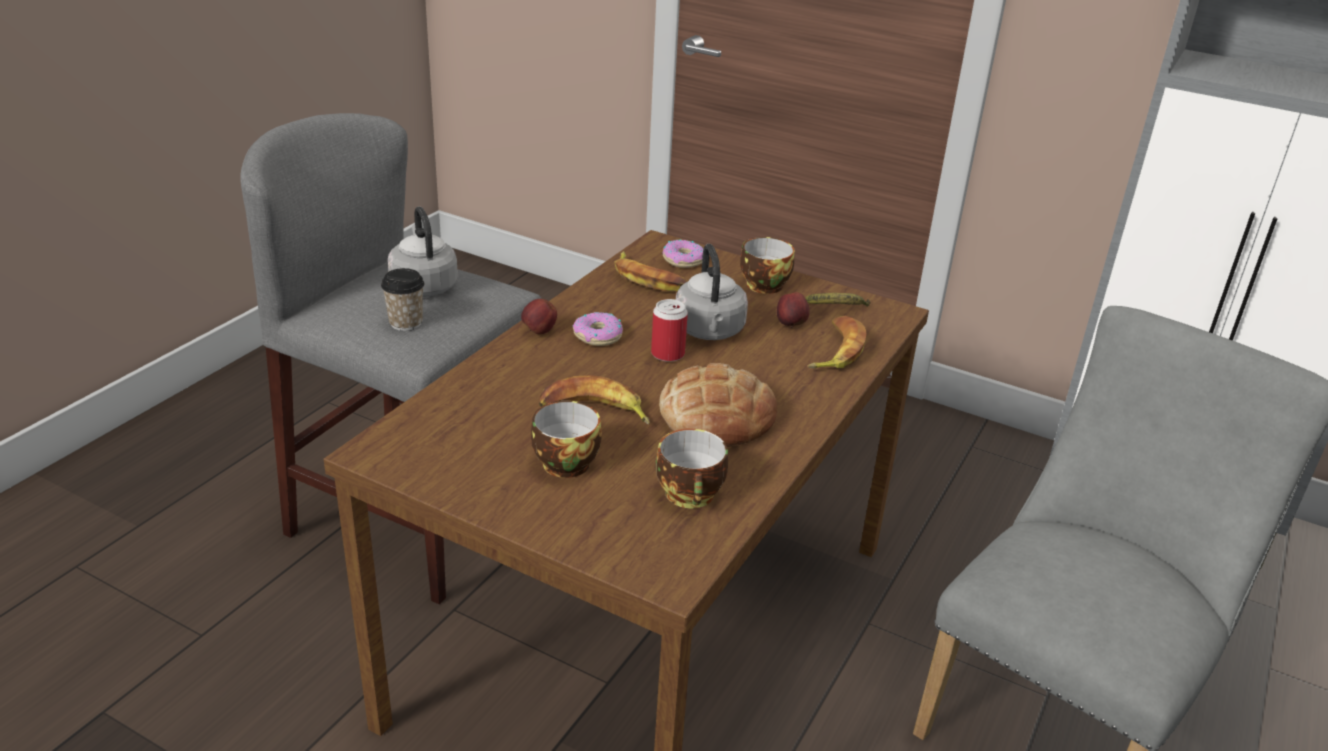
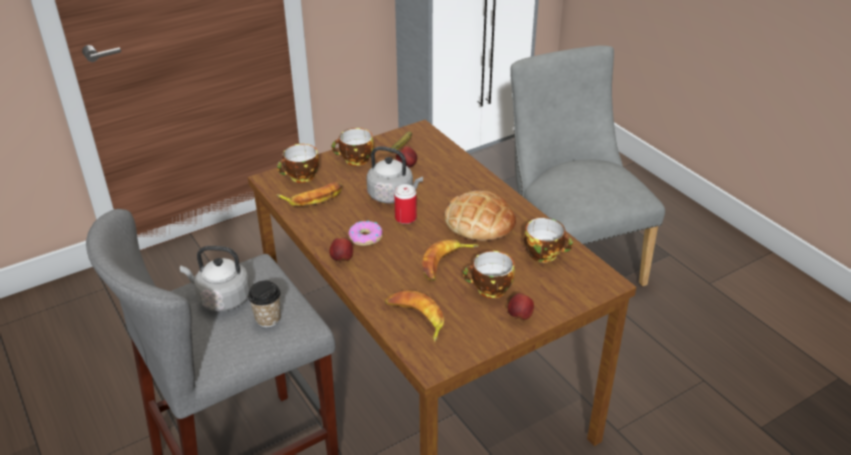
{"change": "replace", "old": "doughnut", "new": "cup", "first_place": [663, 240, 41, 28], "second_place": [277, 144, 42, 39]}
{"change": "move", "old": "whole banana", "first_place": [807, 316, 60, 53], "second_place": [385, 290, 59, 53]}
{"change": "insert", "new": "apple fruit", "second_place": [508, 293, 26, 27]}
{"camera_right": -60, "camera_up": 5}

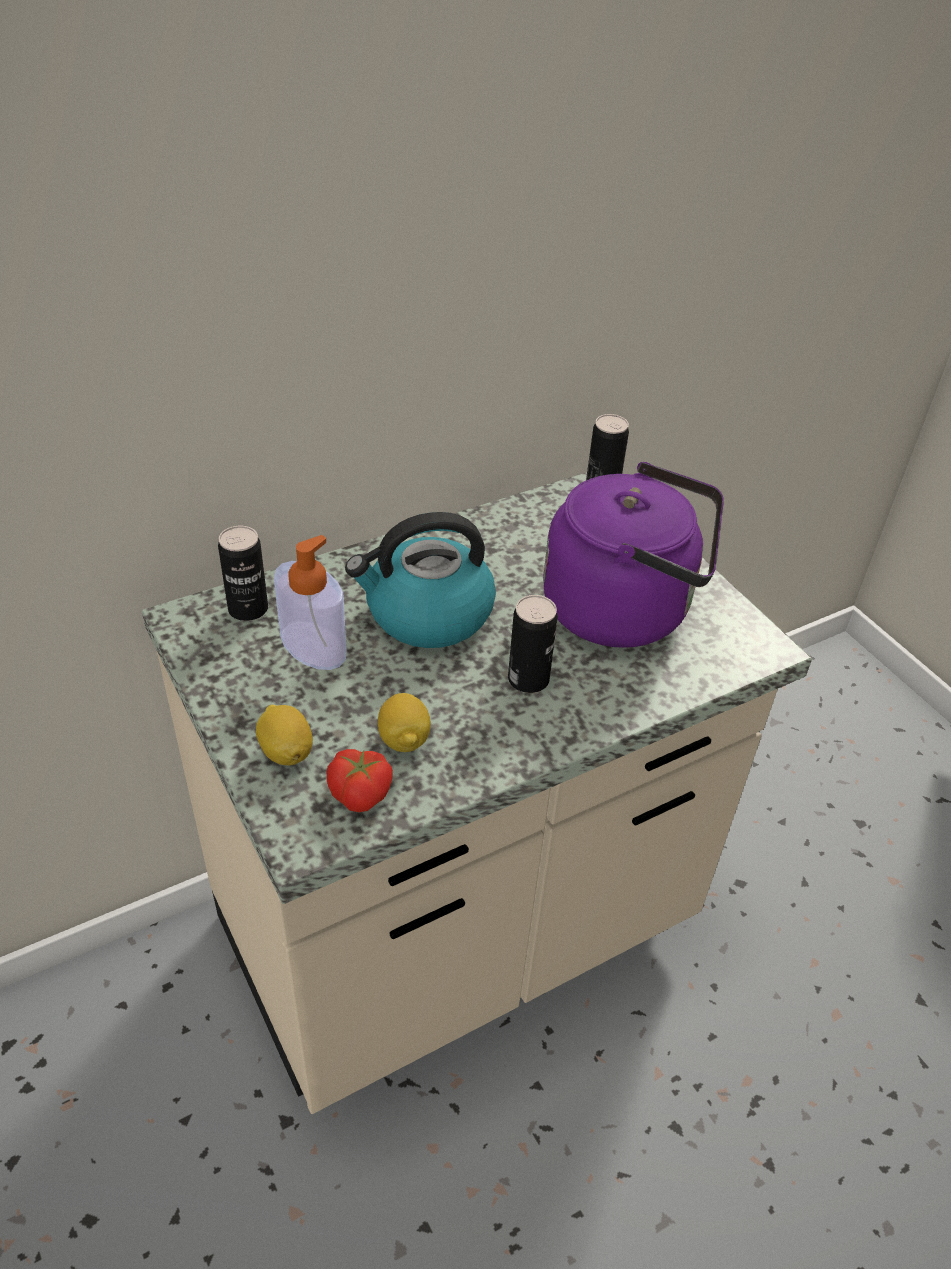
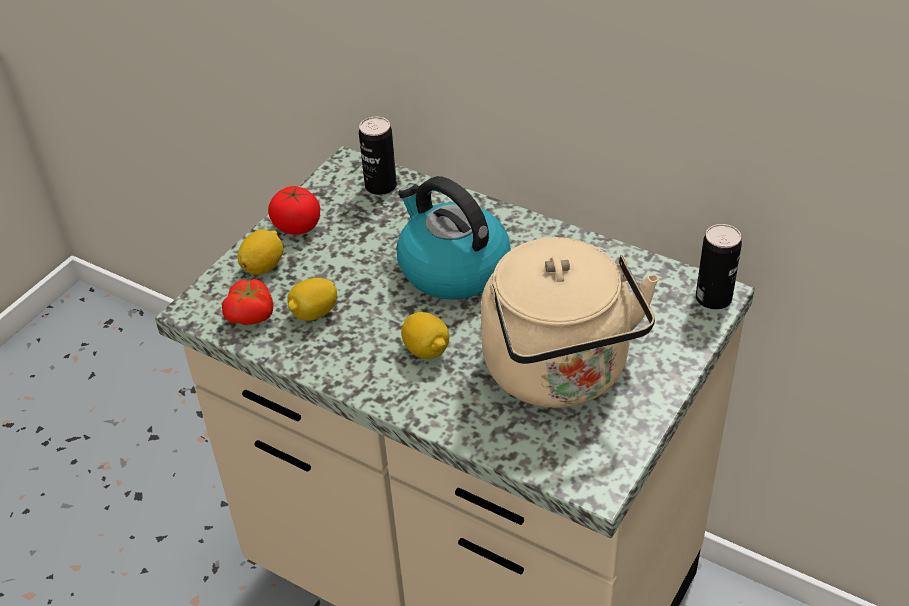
{"change": "recolor", "old": "water kettle (purple-coloured)", "new": "water kettle (sand-coloured)", "first_place": [543, 462, 181, 186], "second_place": [481, 237, 178, 171]}
{"change": "delete", "old": "liquid soap bottle", "first_place": [274, 535, 73, 135]}
{"change": "replace", "old": "can", "new": "citrus fruit", "first_place": [508, 595, 50, 98], "second_place": [401, 312, 48, 47]}
{"change": "insert", "new": "fresh tomato", "second_place": [268, 186, 52, 49]}
{"camera_right": 65, "camera_up": 0}

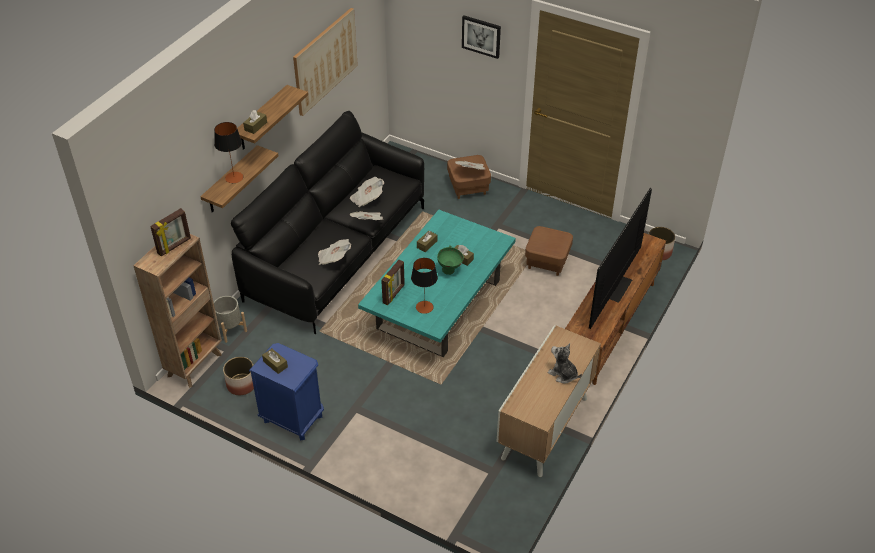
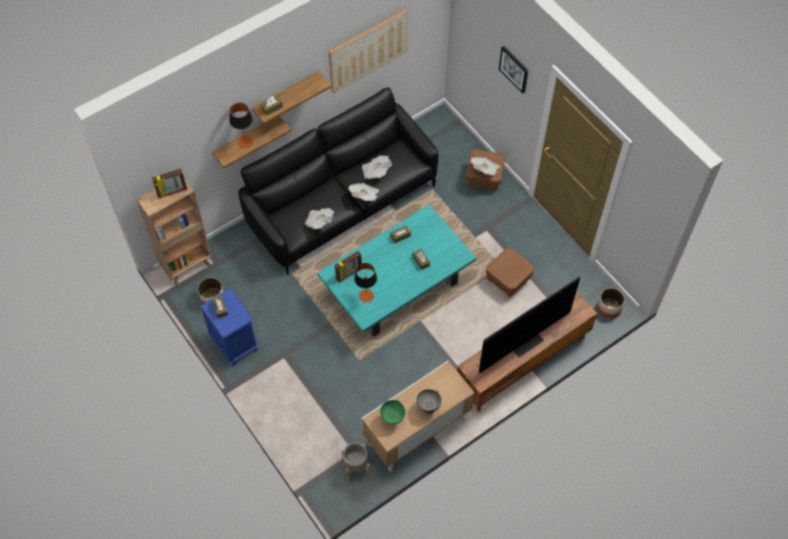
{"change": "move", "old": "deep dish (green)", "first_place": [437, 245, 27, 30], "second_place": [380, 400, 25, 25]}
{"change": "move", "old": "planter (gray)", "first_place": [213, 296, 34, 47], "second_place": [342, 443, 28, 36]}
{"change": "replace", "old": "plush toy", "new": "deep dish (gray)", "first_place": [548, 343, 34, 41], "second_place": [416, 389, 26, 25]}
{"camera_right": 25, "camera_up": 15}

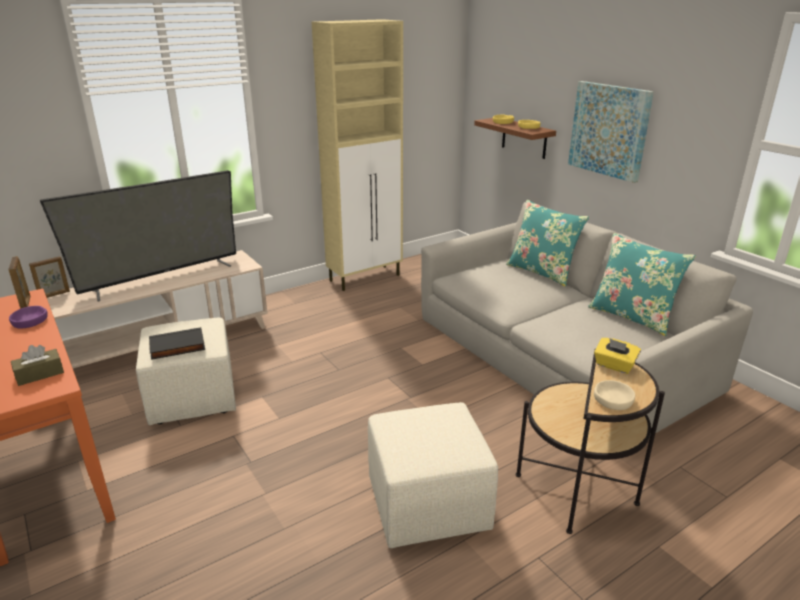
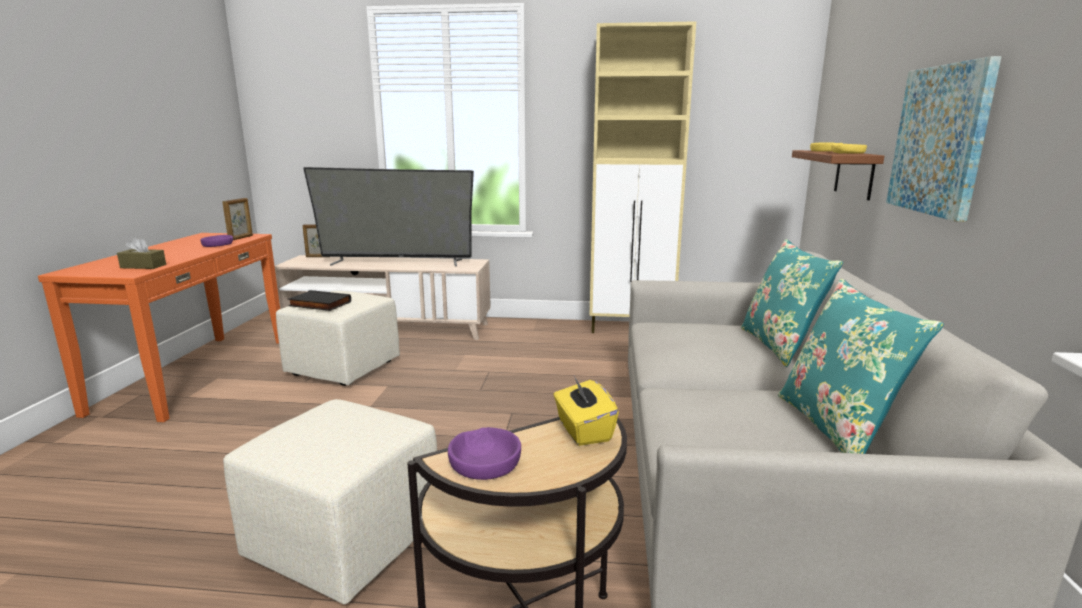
{"change": "recolor", "old": "deep dish (sand-coloured)", "new": "deep dish (purple-coloured)", "first_place": [594, 380, 41, 30], "second_place": [448, 427, 73, 53]}
{"camera_right": 40, "camera_up": -10}

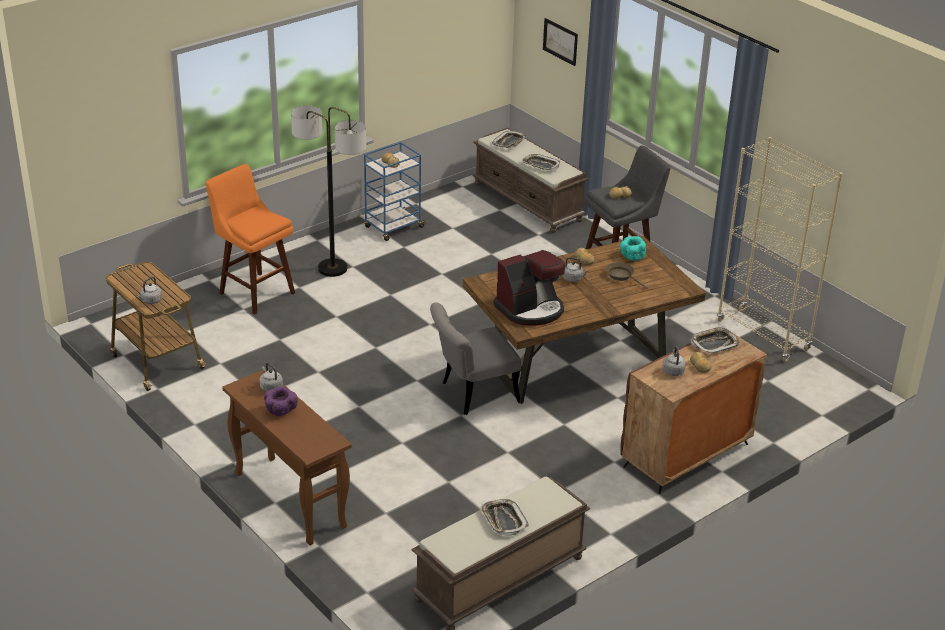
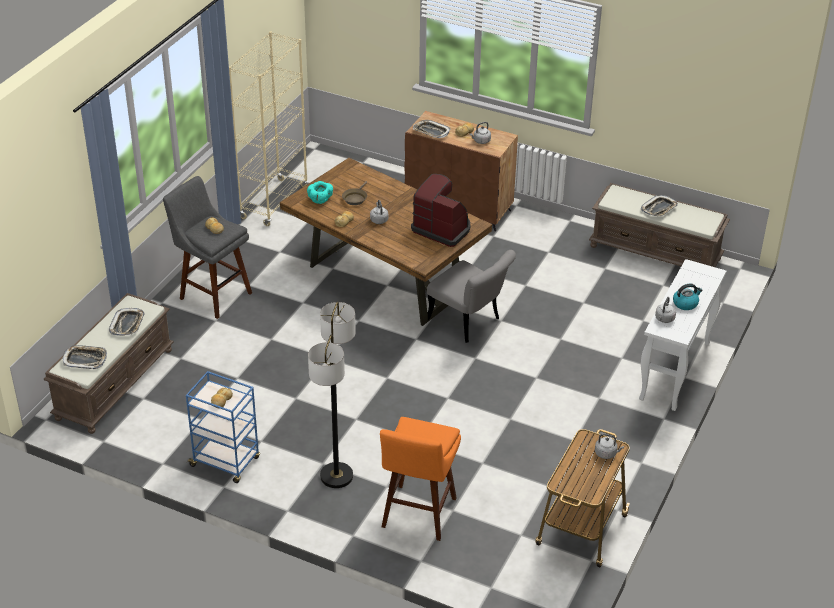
{"change": "delete", "old": "wall art", "first_place": [543, 18, 35, 48]}
{"change": "recolor", "old": "hall table (brown-coloured)", "new": "hall table (white)", "first_place": [222, 369, 130, 176], "second_place": [639, 259, 87, 152]}
{"change": "replace", "old": "deep dish (purple-coloured)", "new": "water kettle", "first_place": [264, 387, 34, 29], "second_place": [673, 284, 30, 26]}
{"camera_right": -115, "camera_up": 5}

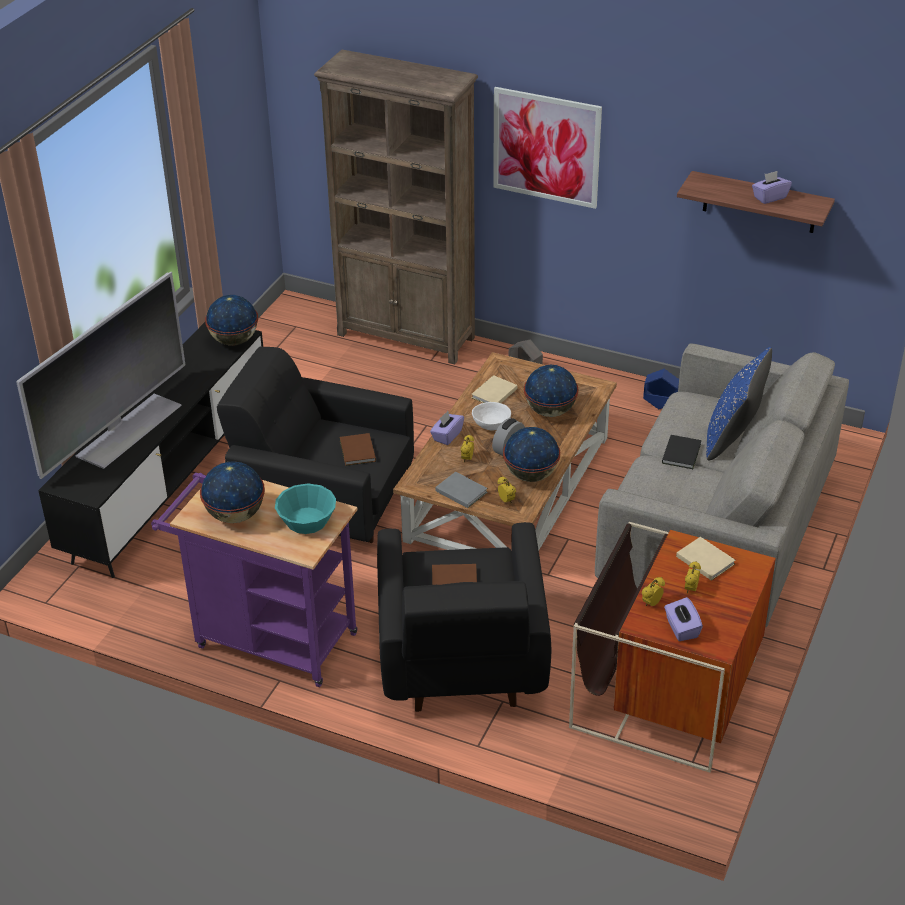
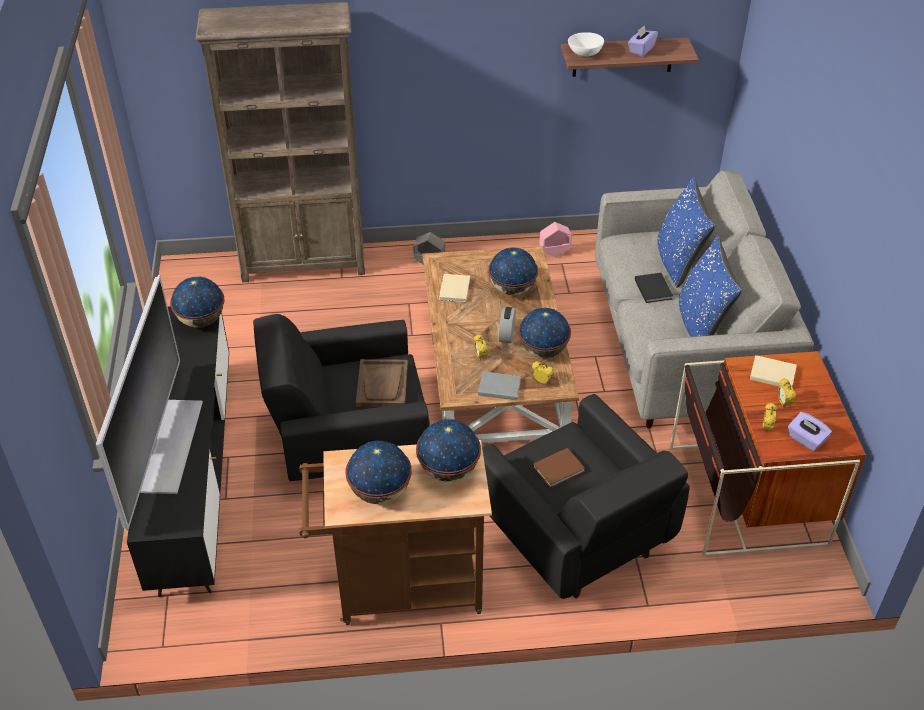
{"change": "delete", "old": "wall art", "first_place": [493, 87, 109, 122]}
{"change": "recolor", "old": "planter (blue-coloured)", "new": "planter (pink)", "first_place": [643, 369, 36, 41], "second_place": [539, 222, 33, 36]}
{"change": "move", "old": "deep dish (white)", "first_place": [472, 402, 39, 28], "second_place": [568, 32, 36, 24]}
{"change": "delete", "old": "tissue holder (purple-coloured)", "first_place": [430, 411, 34, 34]}
{"change": "replace", "old": "bound book (brown-coloured)", "new": "serving tray (brown-coloured)", "first_place": [340, 433, 36, 33], "second_place": [356, 359, 52, 48]}
{"change": "recolor", "old": "trolley (purple-coloured)", "new": "trolley (brown-coloured)", "first_place": [151, 473, 207, 214], "second_place": [299, 440, 193, 185]}
{"change": "replace", "old": "deep dish (blue-green)", "new": "desk globe", "first_place": [275, 483, 61, 51], "second_place": [416, 419, 65, 63]}
{"change": "insert", "new": "throw pillow (blue-coloured)", "second_place": [679, 235, 63, 102]}
{"camera_right": -30, "camera_up": 5}

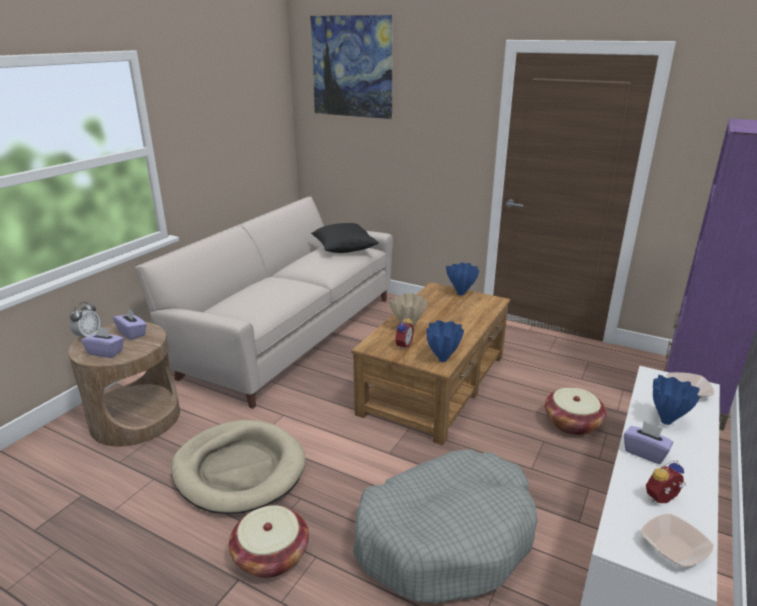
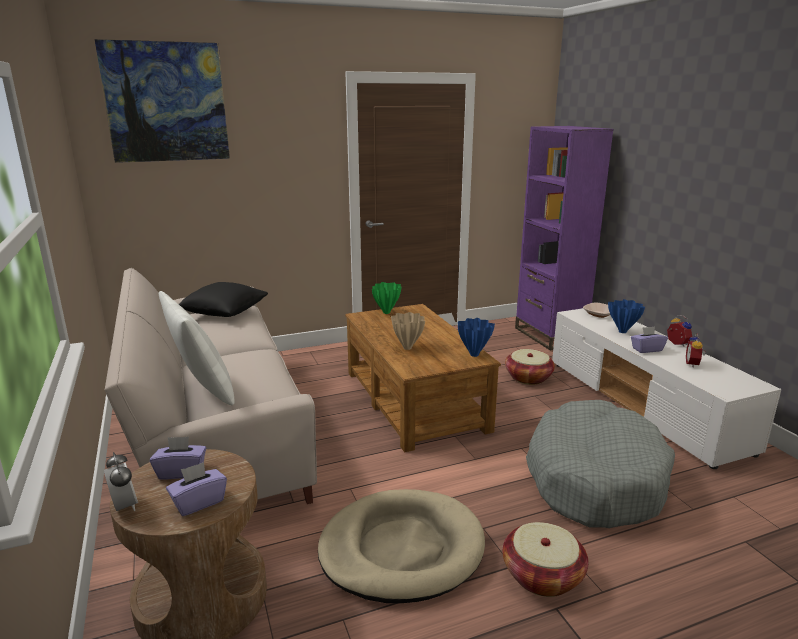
{"change": "recolor", "old": "vase (blue-coloured)", "new": "vase (green)", "first_place": [446, 262, 33, 34], "second_place": [372, 282, 30, 32]}
{"change": "move", "old": "alarm clock", "first_place": [395, 315, 19, 35], "second_place": [667, 315, 25, 32]}
{"change": "delete", "old": "deep dish", "first_place": [641, 514, 73, 53]}
{"change": "insert", "new": "throw pillow (white)", "second_place": [159, 291, 76, 114]}
{"camera_right": -50, "camera_up": -5}

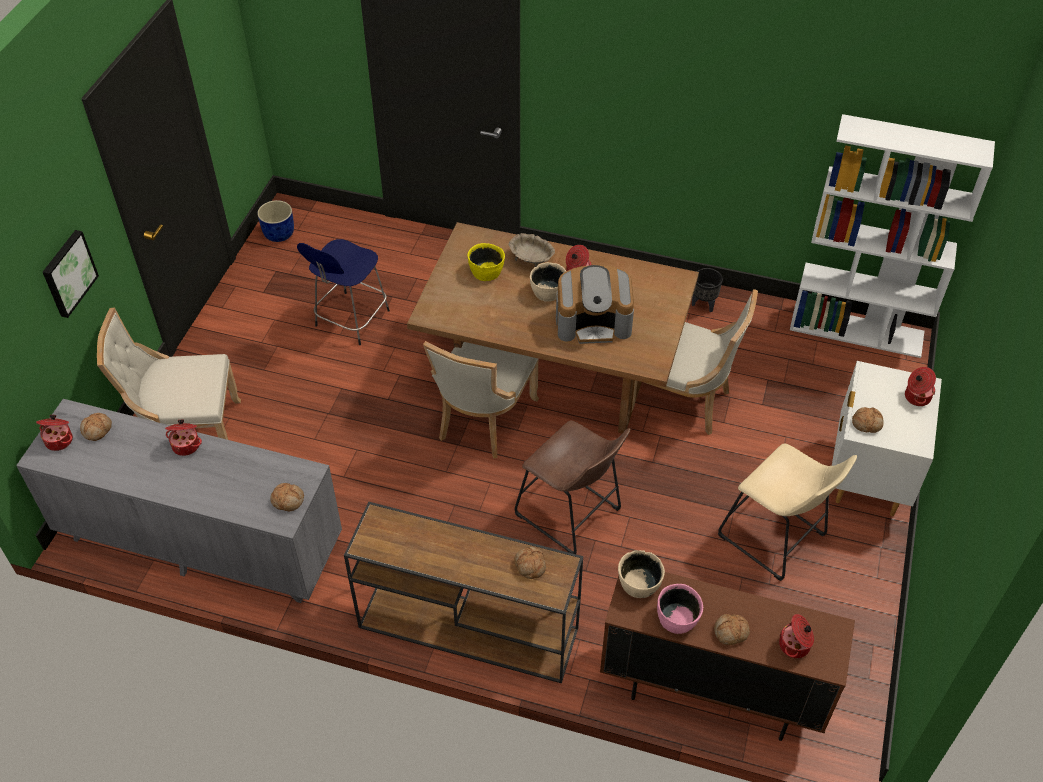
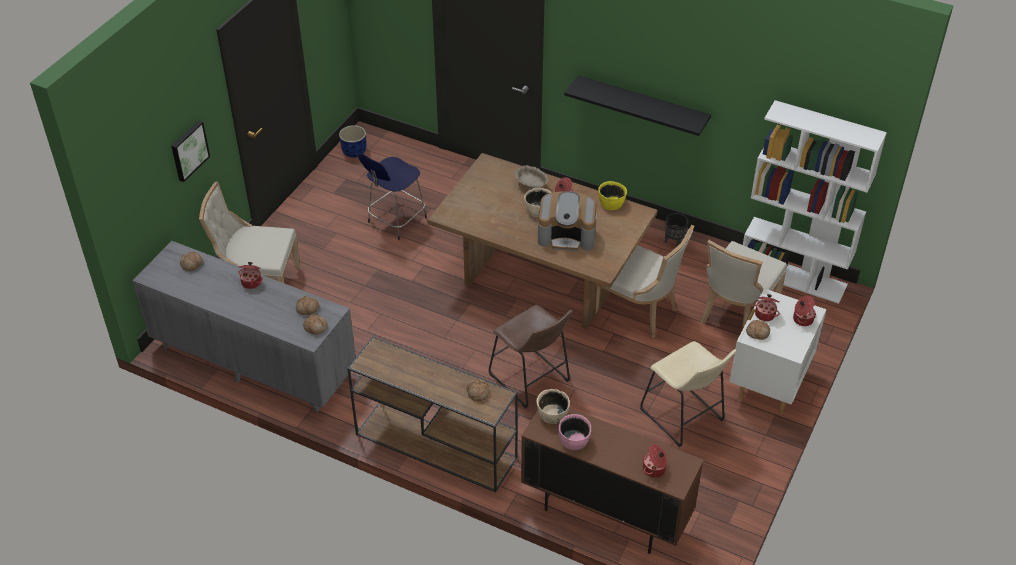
{"change": "move", "old": "deep dish (yellowish)", "first_place": [467, 243, 38, 38], "second_place": [598, 181, 29, 29]}
{"change": "move", "old": "chair (sand-coloured)", "first_place": [423, 341, 116, 118], "second_place": [701, 240, 86, 90]}
{"change": "move", "old": "saucepot", "first_place": [36, 415, 37, 36], "second_place": [753, 294, 27, 27]}
{"change": "move", "old": "baked bread", "first_place": [714, 614, 36, 31], "second_place": [296, 296, 23, 19]}
{"change": "insert", "new": "wall shelf (black-coloured)", "second_place": [564, 75, 147, 61]}
{"camera_right": 10, "camera_up": -5}

